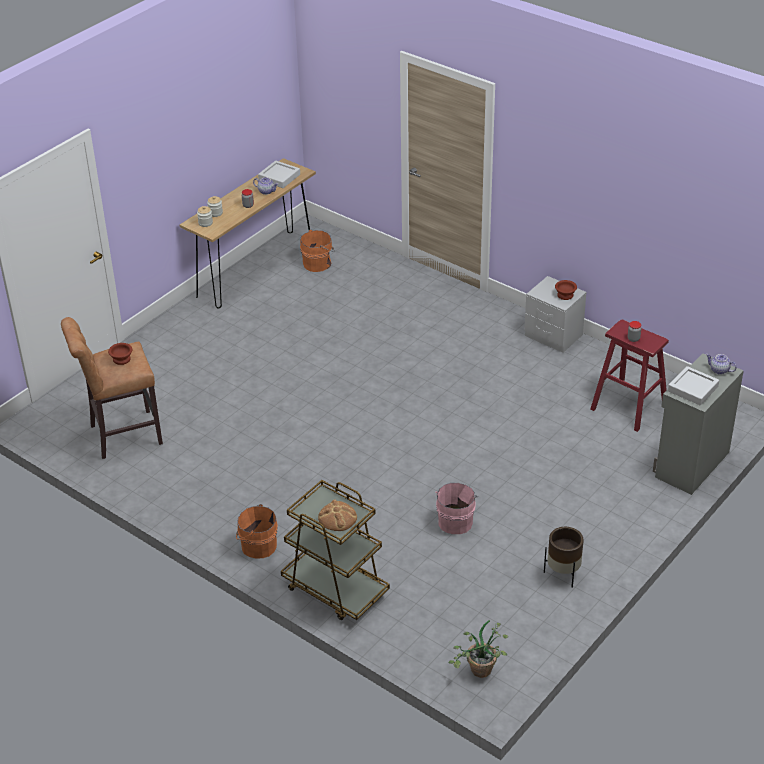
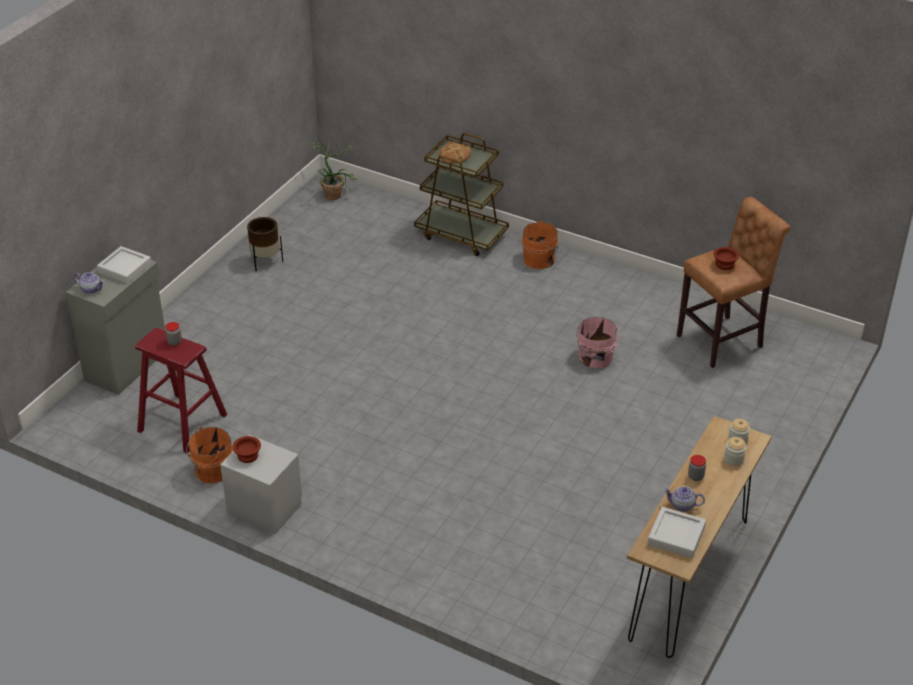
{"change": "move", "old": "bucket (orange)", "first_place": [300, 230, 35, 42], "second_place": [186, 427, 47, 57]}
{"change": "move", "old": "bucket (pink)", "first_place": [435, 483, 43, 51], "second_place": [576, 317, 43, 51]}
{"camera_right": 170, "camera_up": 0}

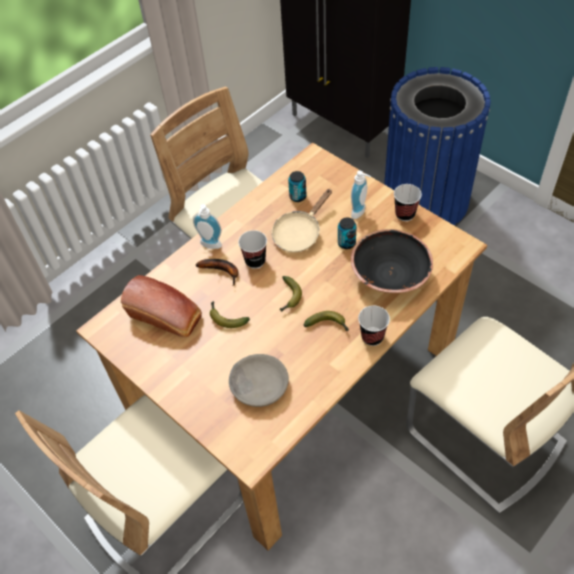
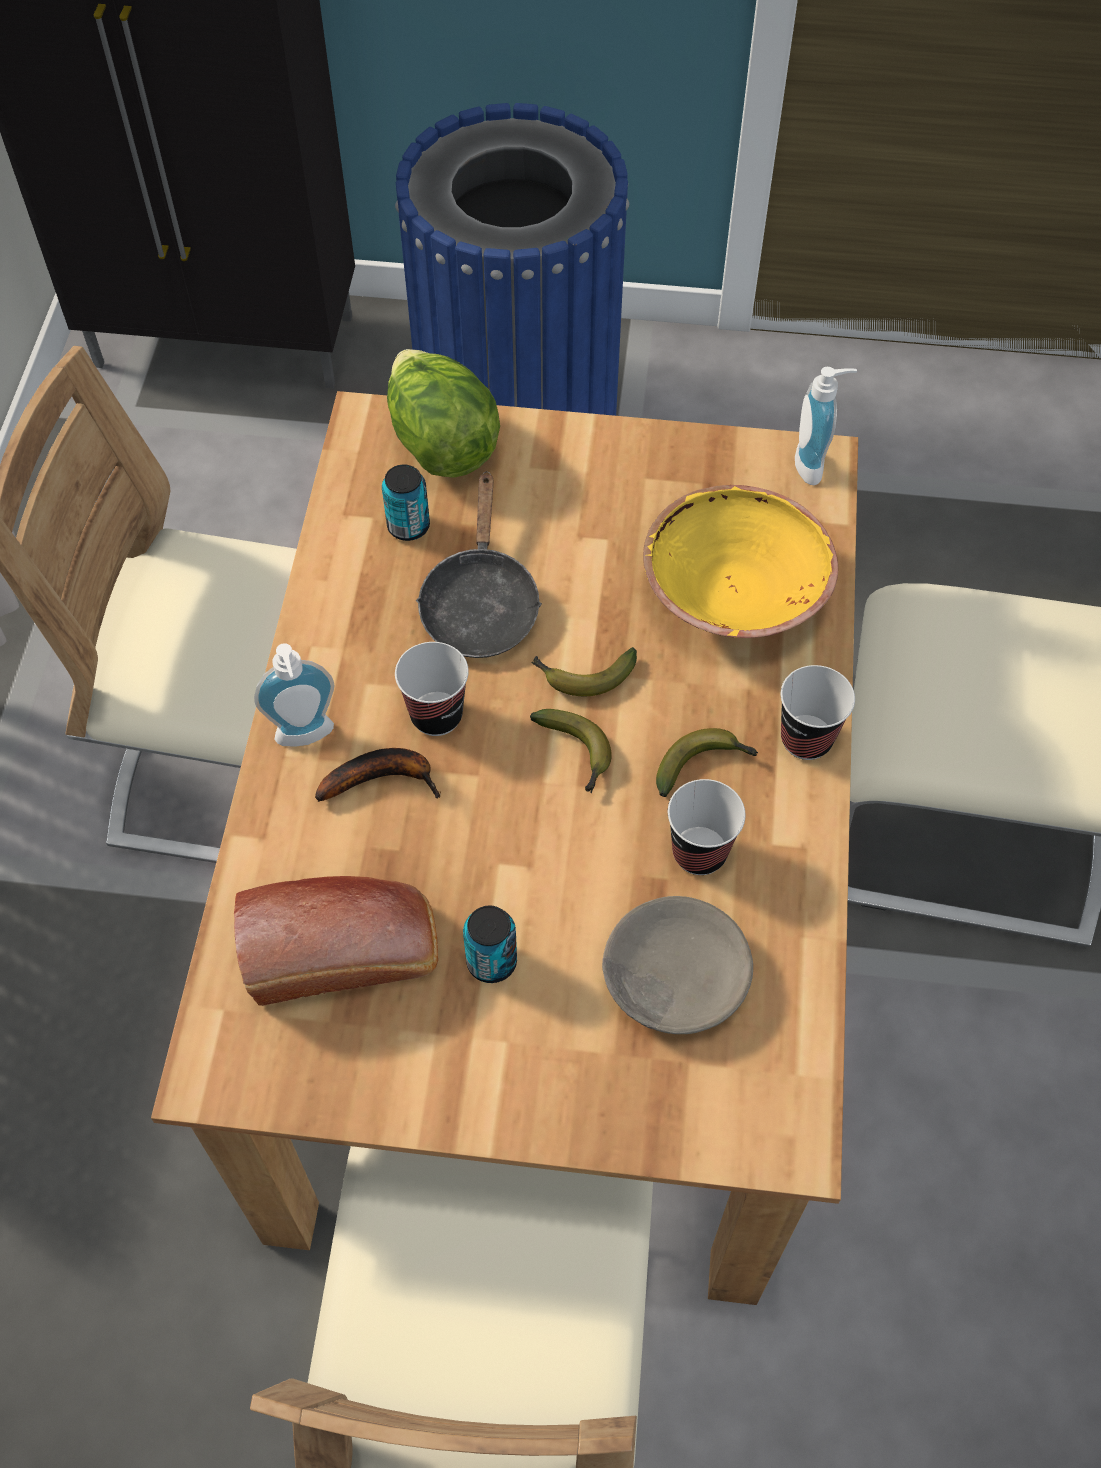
{"change": "move", "old": "liquid soap bottle", "first_place": [351, 171, 20, 48], "second_place": [795, 367, 62, 118]}
{"change": "move", "old": "cup", "first_place": [394, 184, 28, 37], "second_place": [668, 779, 77, 96]}
{"change": "recolor", "old": "frying pan (sand-coloured)", "new": "frying pan (black-coloured)", "first_place": [272, 189, 60, 63], "second_place": [416, 472, 126, 186]}
{"change": "move", "old": "can", "first_place": [338, 217, 18, 32], "second_place": [463, 905, 54, 78]}
{"change": "recolor", "old": "deep dish (black-coloured)", "new": "deep dish (yellowish)", "first_place": [351, 229, 82, 64], "second_place": [643, 485, 195, 153]}
{"change": "move", "old": "whole banana", "first_place": [210, 301, 40, 27], "second_place": [531, 647, 106, 49]}
{"change": "insert", "new": "lettuce head", "second_place": [387, 349, 113, 129]}
{"camera_right": -40, "camera_up": 5}

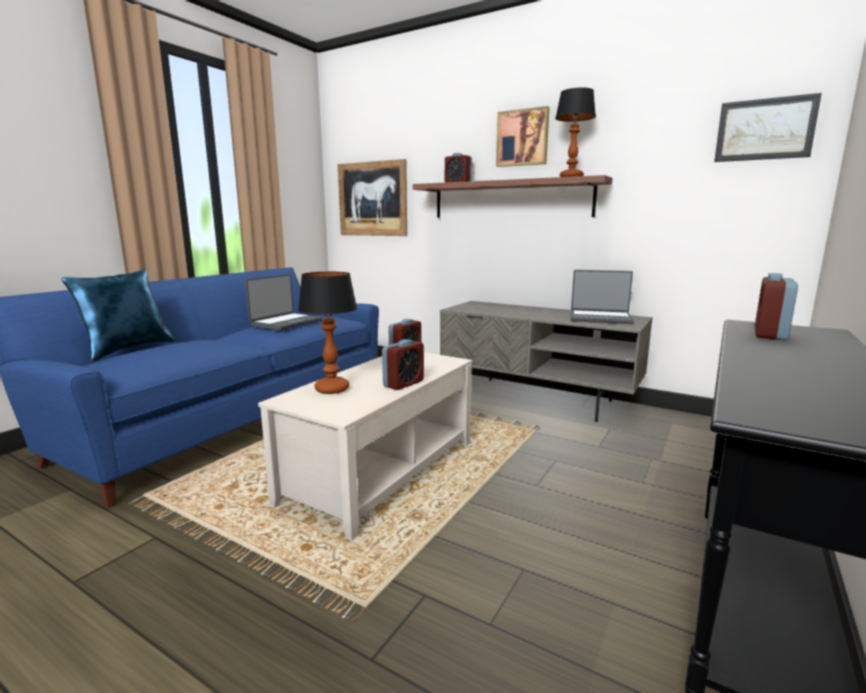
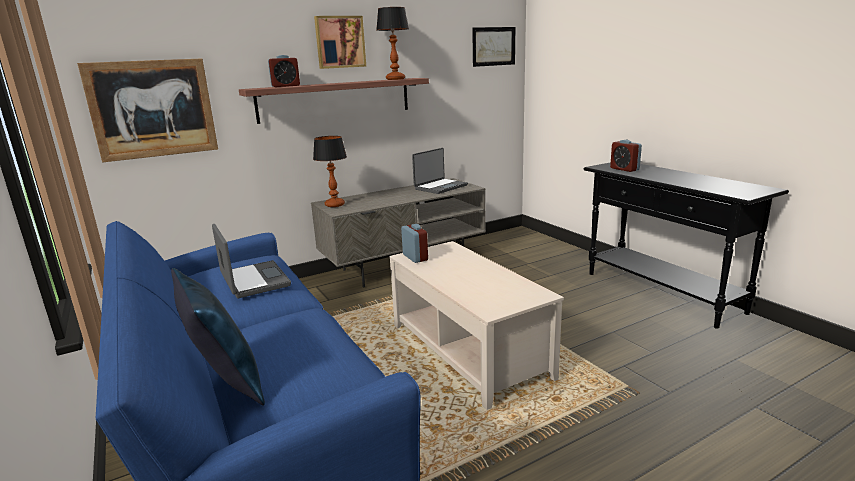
{"change": "move", "old": "table lamp", "first_place": [298, 272, 59, 122], "second_place": [313, 136, 34, 71]}
{"change": "delete", "old": "alarm clock", "first_place": [382, 339, 42, 51]}
{"camera_right": -60, "camera_up": 5}

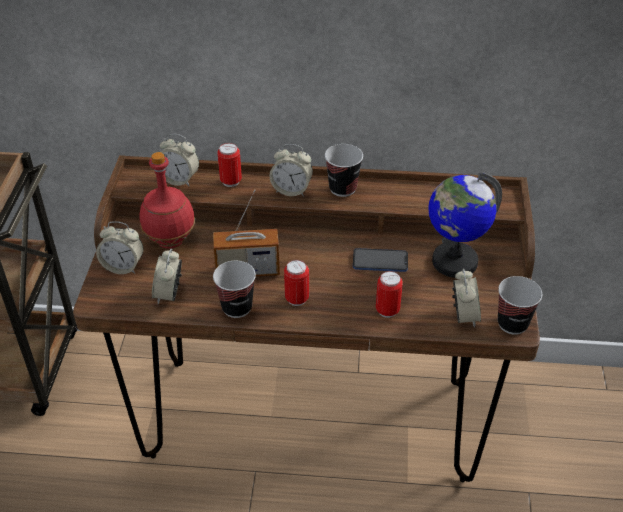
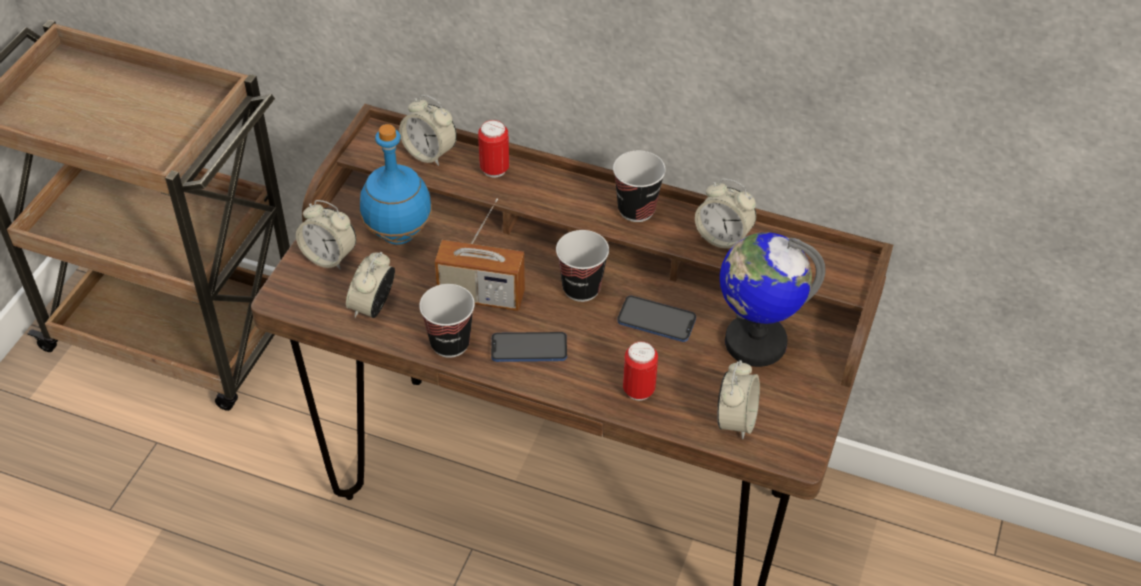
{"change": "move", "old": "alarm clock", "first_place": [269, 144, 44, 53], "second_place": [695, 178, 61, 71]}
{"change": "recolor", "old": "beverage bottle (reddish)", "new": "beverage bottle (blue-coloured)", "first_place": [139, 152, 56, 97], "second_place": [360, 124, 72, 121]}
{"change": "replace", "old": "can", "new": "phone", "first_place": [284, 260, 25, 46], "second_place": [491, 332, 76, 30]}
{"change": "move", "old": "cup", "first_place": [498, 276, 44, 59], "second_place": [556, 230, 53, 72]}
{"camera_right": 15, "camera_up": 5}

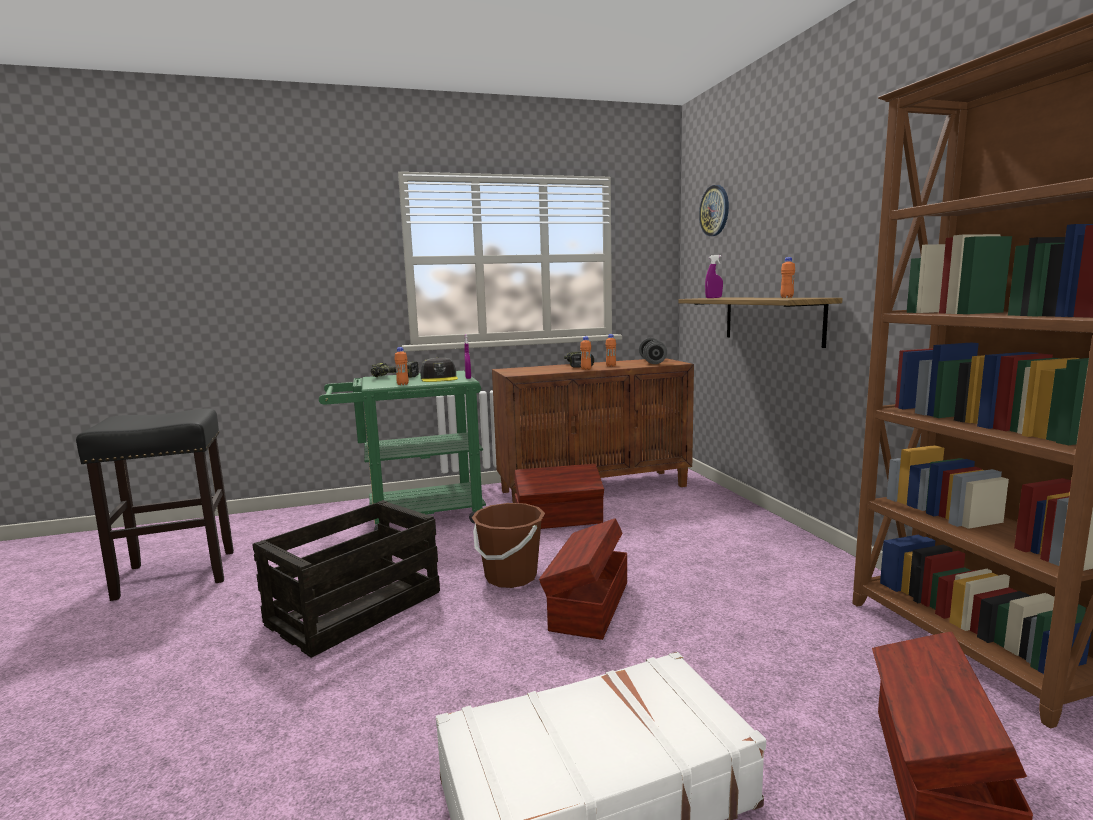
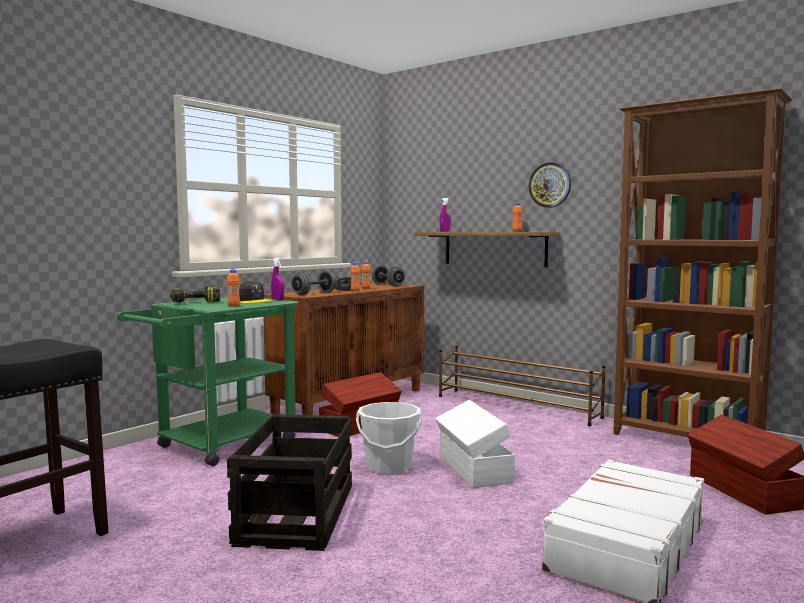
{"change": "move", "old": "wall clock", "first_place": [699, 185, 30, 51], "second_place": [528, 162, 43, 46]}
{"change": "recolor", "old": "bucket (brown-coloured)", "new": "bucket (white)", "first_place": [472, 503, 73, 85], "second_place": [356, 402, 66, 72]}
{"change": "recolor", "old": "storage box (brown-coloured)", "new": "storage box (white)", "first_place": [539, 518, 88, 122], "second_place": [435, 400, 80, 88]}
{"change": "insert", "new": "free weight (gray)", "second_place": [291, 270, 46, 25]}
{"change": "insert", "new": "shoe stand (brown-coloured)", "second_place": [439, 346, 167, 80]}
{"camera_right": -35, "camera_up": -5}

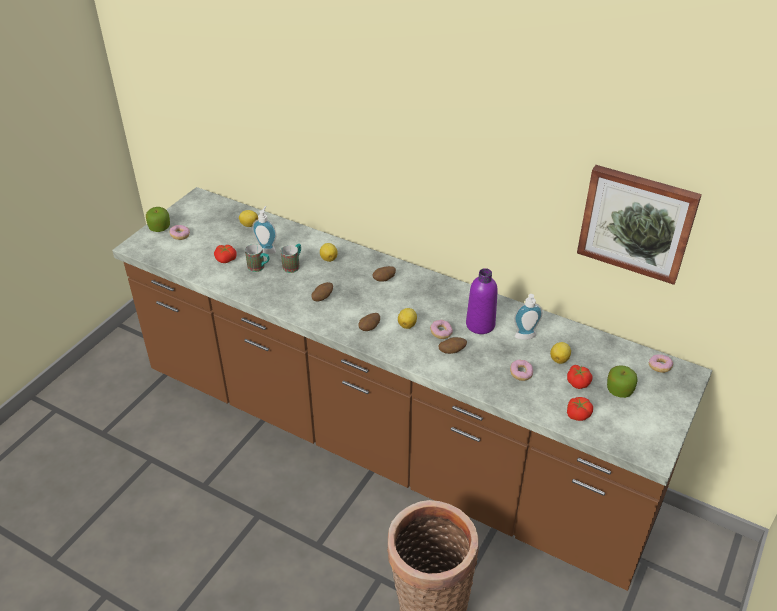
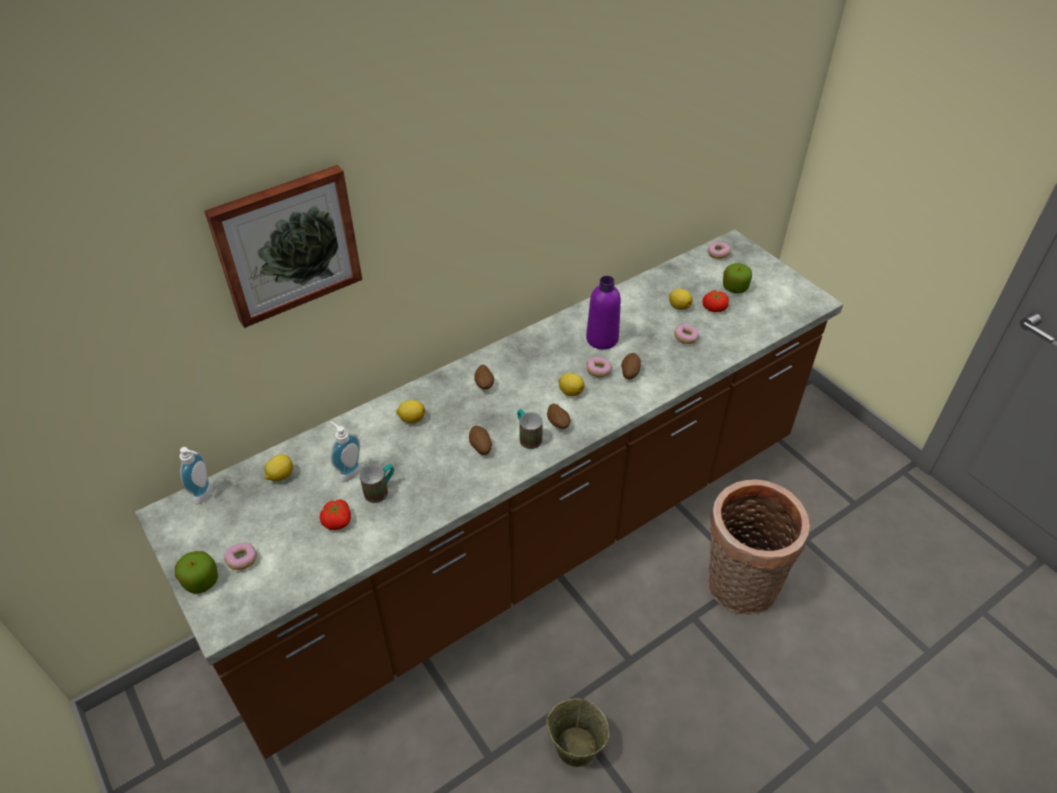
{"change": "move", "old": "wall art", "first_place": [577, 165, 125, 120], "second_place": [205, 165, 157, 163]}
{"change": "move", "old": "tea mug", "first_place": [281, 244, 20, 29], "second_place": [517, 409, 26, 40]}
{"change": "move", "old": "liquid soap bottle", "first_place": [514, 294, 29, 46], "second_place": [180, 447, 33, 58]}
{"change": "delete", "old": "fresh tomato", "first_place": [567, 397, 26, 24]}
{"change": "insert", "new": "bucket (sand-coloured)", "second_place": [546, 698, 63, 69]}
{"camera_right": -65, "camera_up": 5}

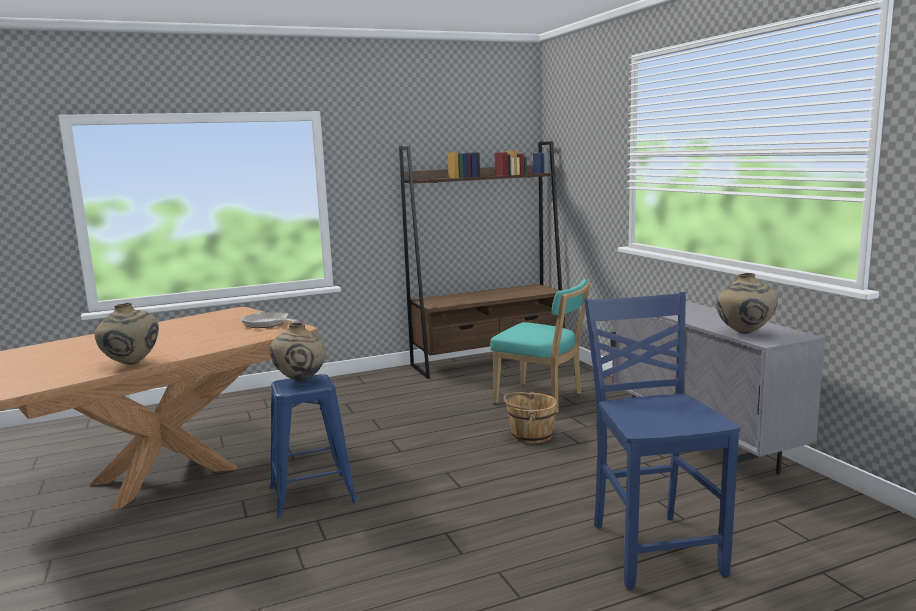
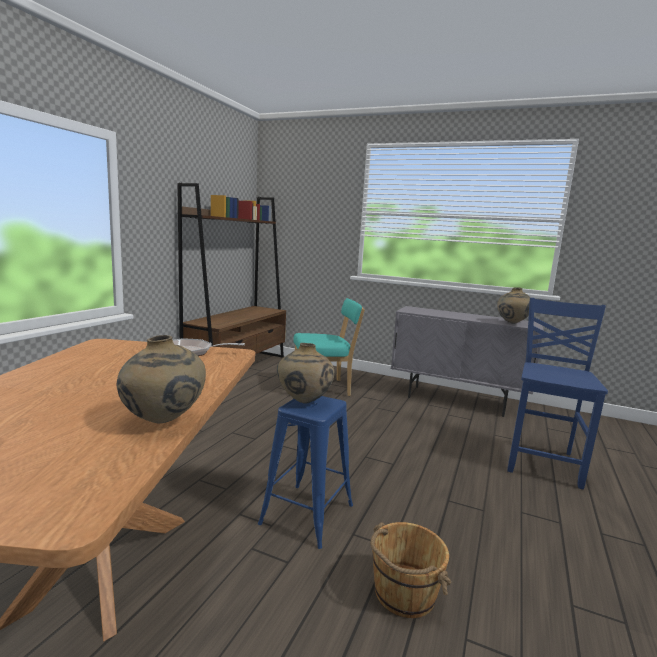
{"change": "rotate", "old": "chair (blue-coloured)", "first_place": [584, 292, 157, 298], "second_place": [507, 298, 101, 191], "degrees": 75}
{"change": "move", "old": "bucket (brown-coloured)", "first_place": [504, 392, 53, 52], "second_place": [371, 522, 80, 96]}
{"camera_right": -45, "camera_up": 0}

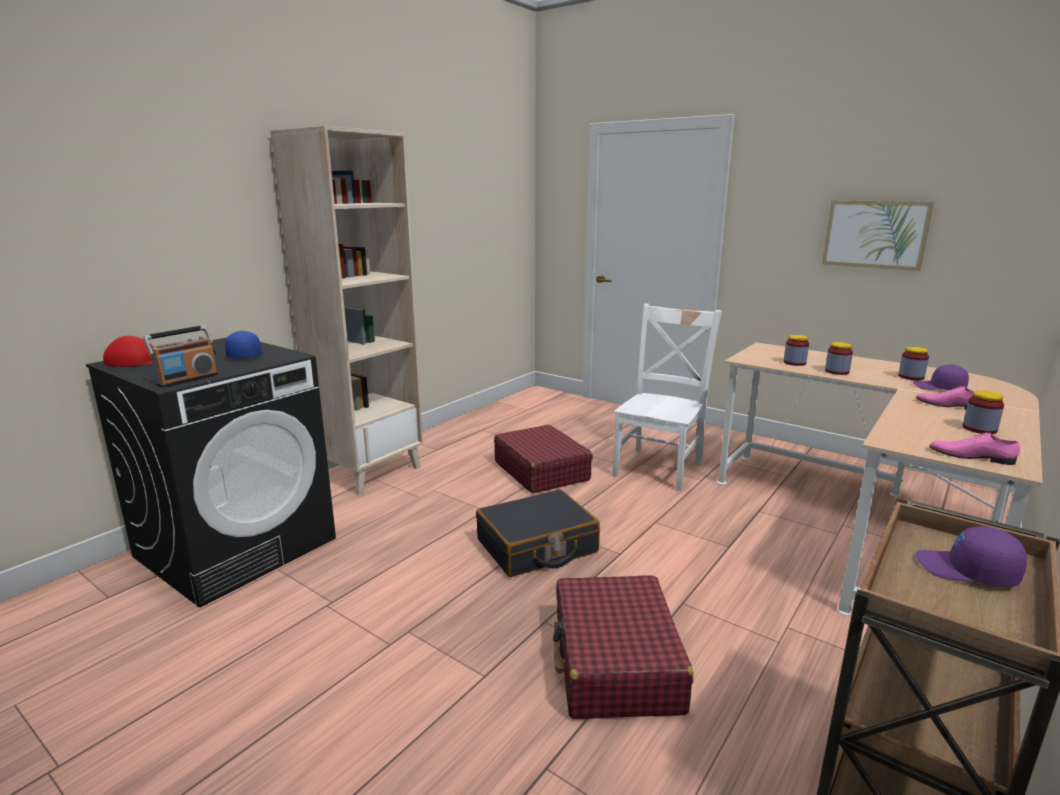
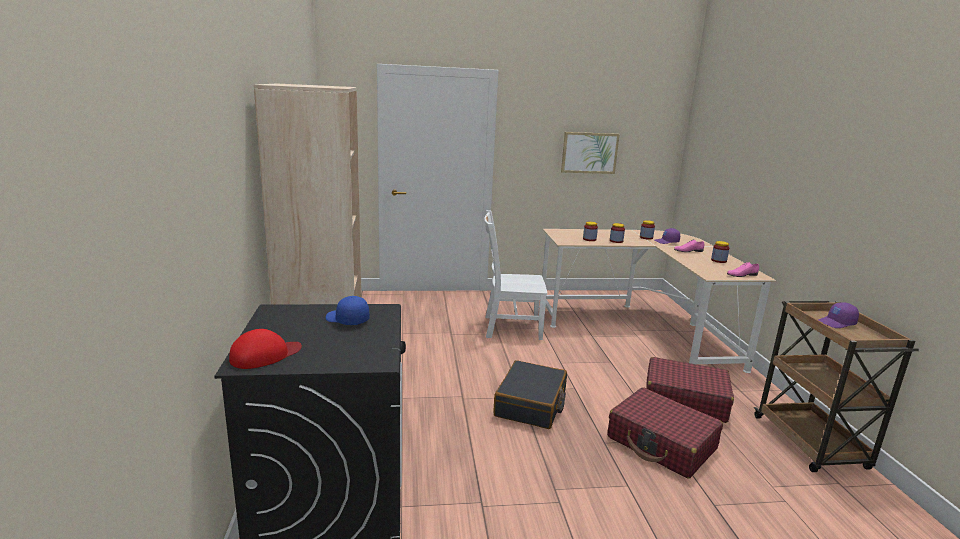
{"change": "rotate", "old": "chair (white)", "first_place": [612, 304, 110, 187], "second_place": [484, 210, 63, 130], "degrees": -75}
{"change": "delete", "old": "radio set", "first_place": [143, 325, 75, 63]}
{"change": "move", "old": "piece of luggage (reddish)", "first_place": [494, 425, 99, 68], "second_place": [646, 357, 88, 66]}
{"camera_right": -45, "camera_up": 0}

